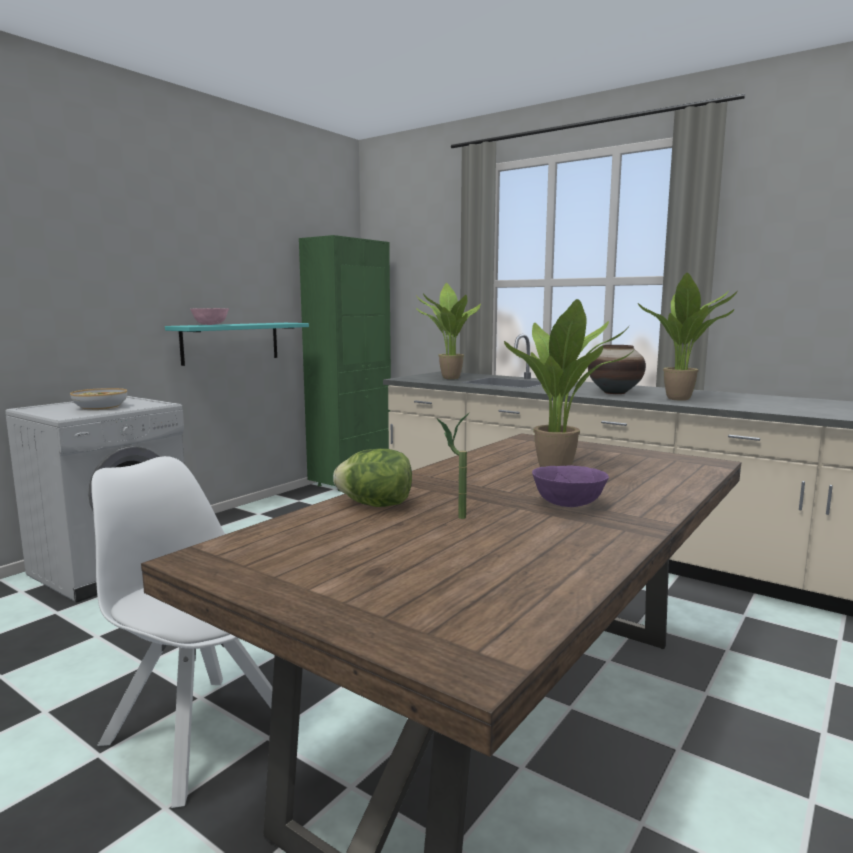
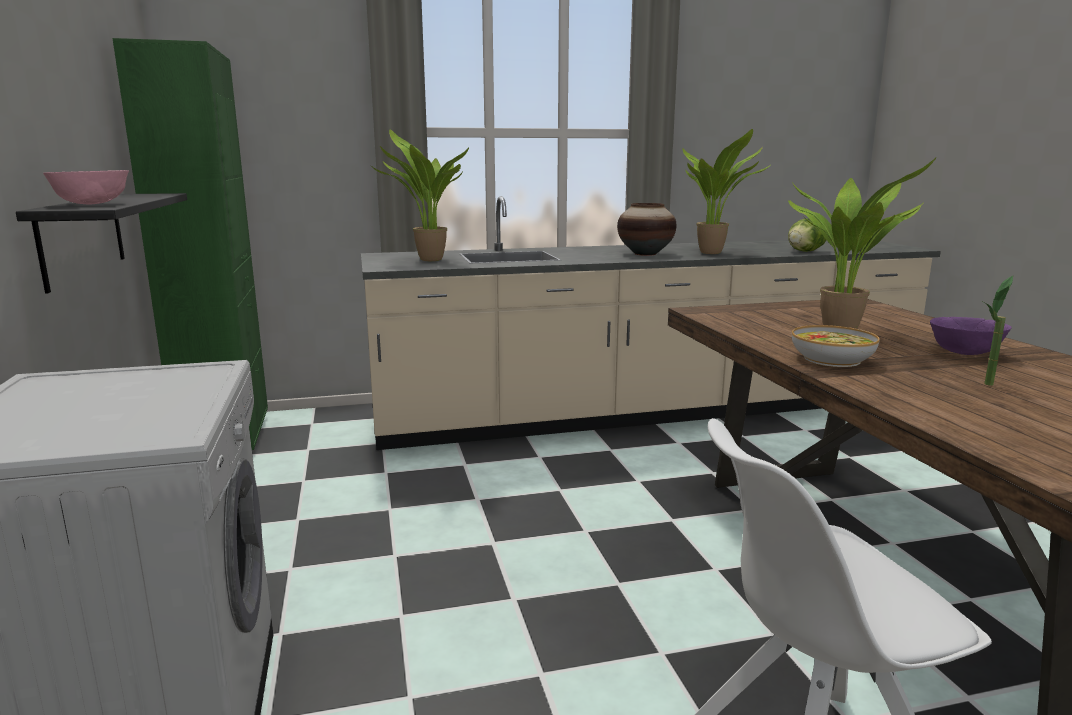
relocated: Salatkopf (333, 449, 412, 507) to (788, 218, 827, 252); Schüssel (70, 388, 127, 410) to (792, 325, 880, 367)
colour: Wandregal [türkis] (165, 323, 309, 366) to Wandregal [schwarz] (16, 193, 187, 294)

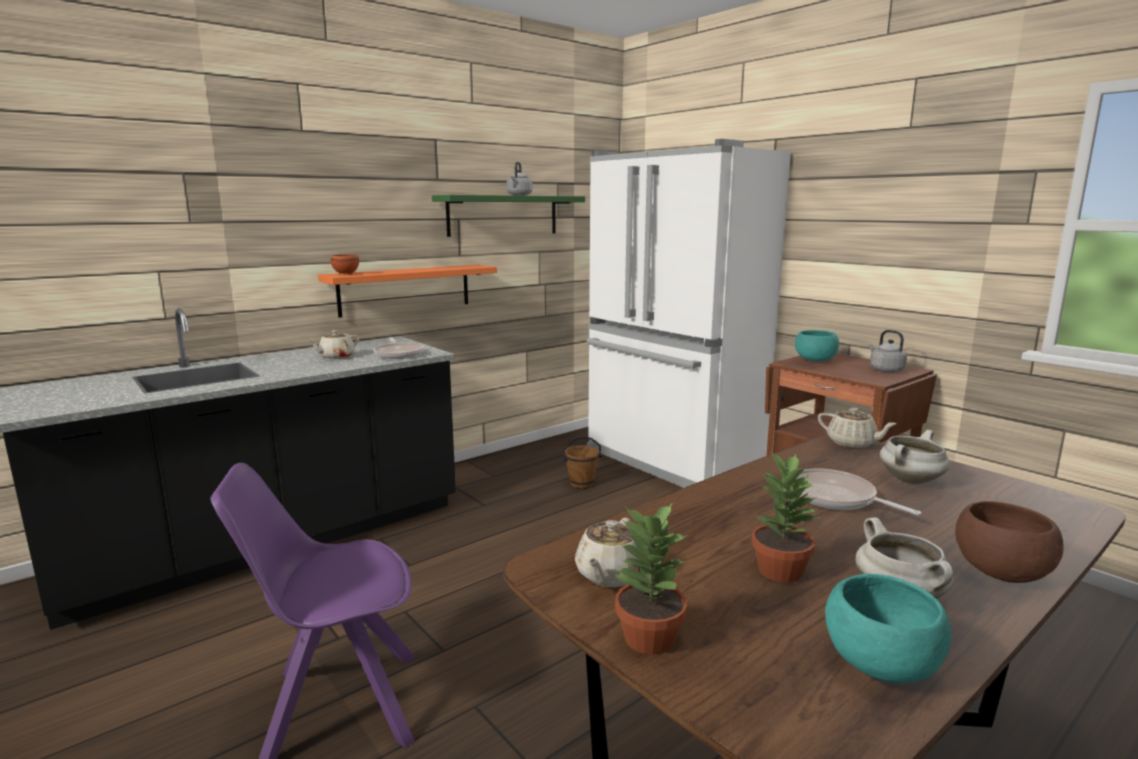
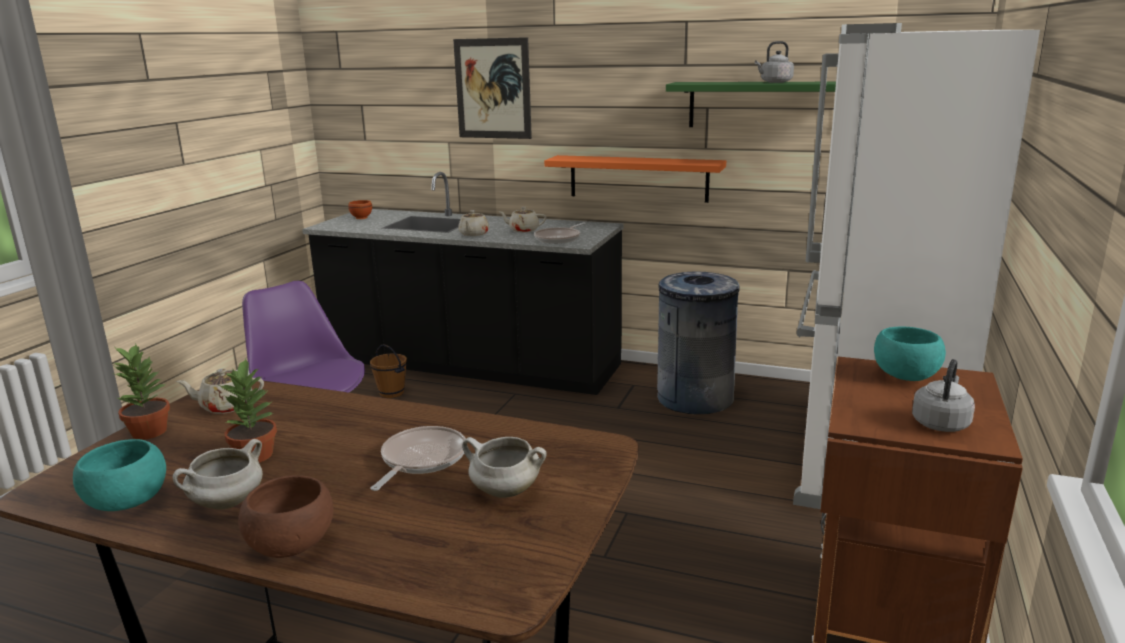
appeared: Bild (453, 37, 532, 139); Mülleimer [grau] (657, 271, 740, 414)
relocated: Schüssel [braun] (331, 255, 359, 275) to (348, 200, 372, 219); Eimer [braun] (562, 437, 602, 489) to (370, 344, 407, 398); Teekanne [beige] (818, 407, 897, 448) to (458, 210, 489, 236)

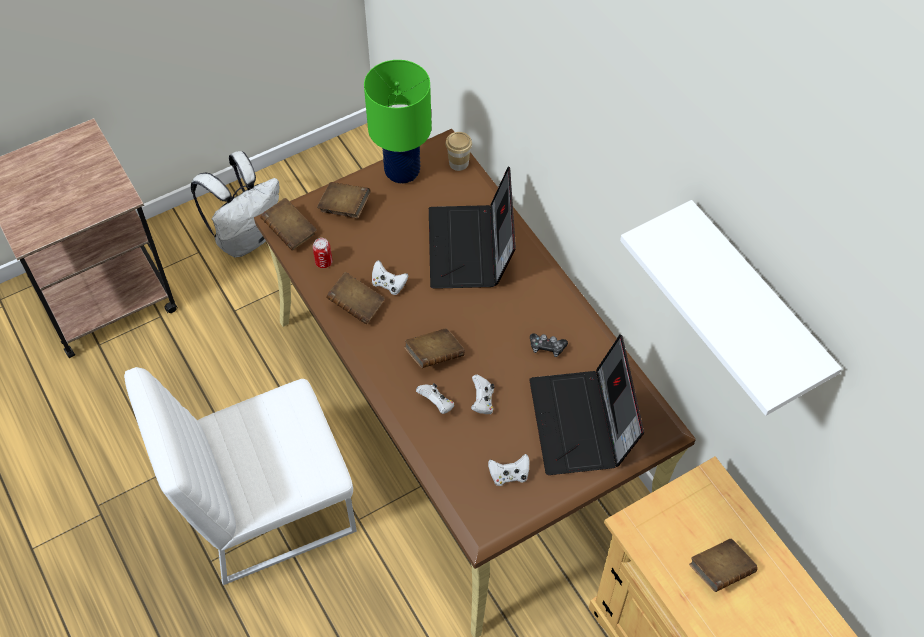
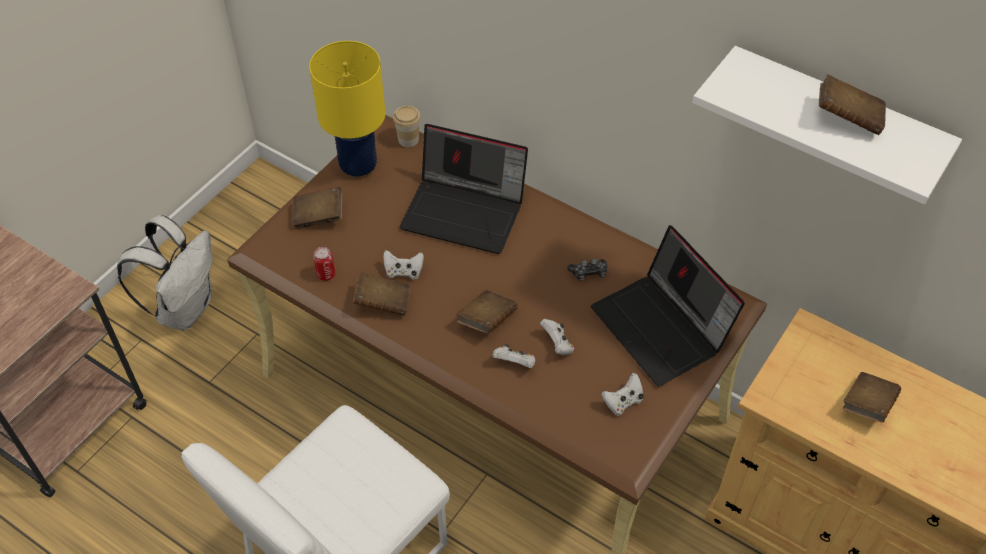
relocated: Buch [braun] (260, 198, 317, 250) to (819, 74, 886, 135)
colour: Tischlampe [grün] (364, 60, 432, 183) to Tischlampe [gelb] (309, 41, 386, 177)
spun: Laptop (429, 166, 516, 289) = (400, 124, 528, 254) 45 degrees counterclockwise

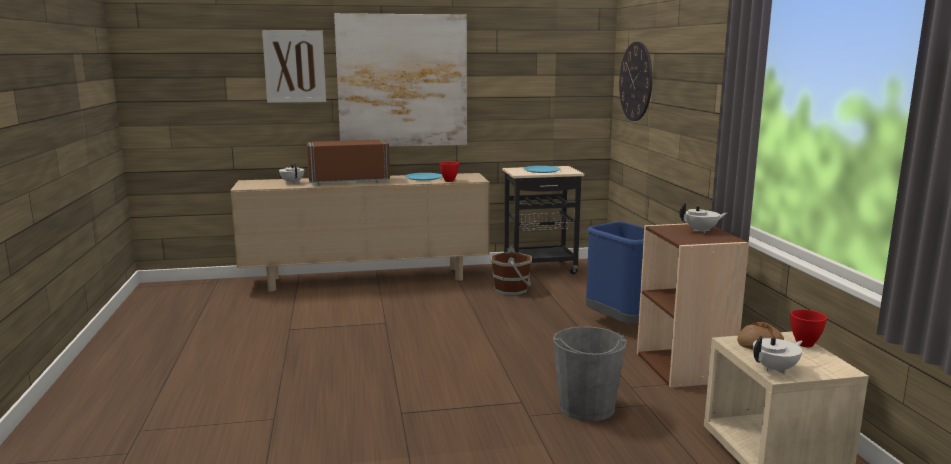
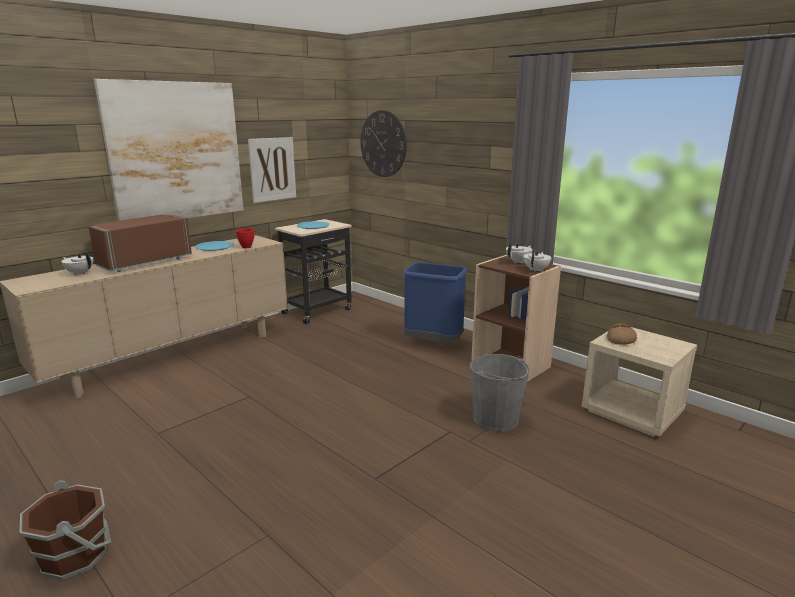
missing: Schüssel [rot] (790, 309, 827, 347)
relocated: Eimer [braun] (491, 247, 532, 295) to (20, 480, 111, 580); Bild (262, 30, 326, 103) to (248, 137, 296, 203); Teekanne [weiß] (753, 336, 803, 374) to (523, 250, 551, 272)

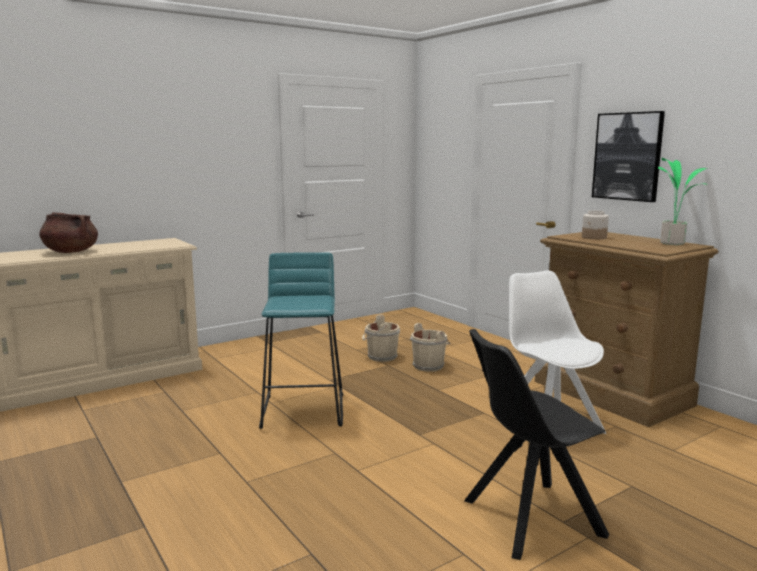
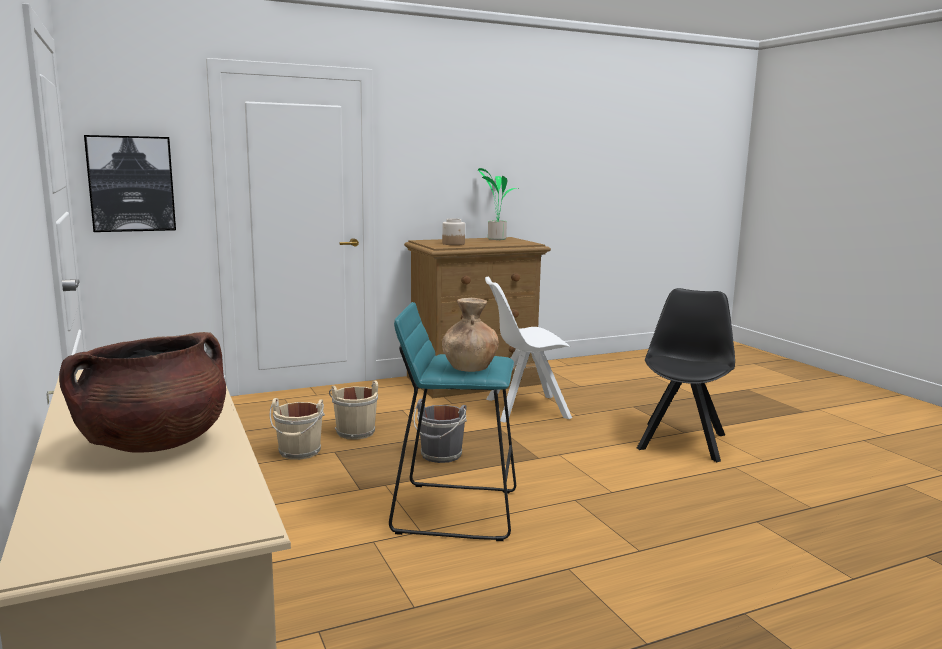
appeared: Eimer [grau] (414, 399, 467, 463); Vase [braun] (442, 298, 499, 372)
relocated: Bild (592, 111, 665, 202) to (84, 135, 176, 232)
spun: Stuhl [schwarz] (464, 329, 609, 560) = (637, 288, 735, 462) 150 degrees counterclockwise

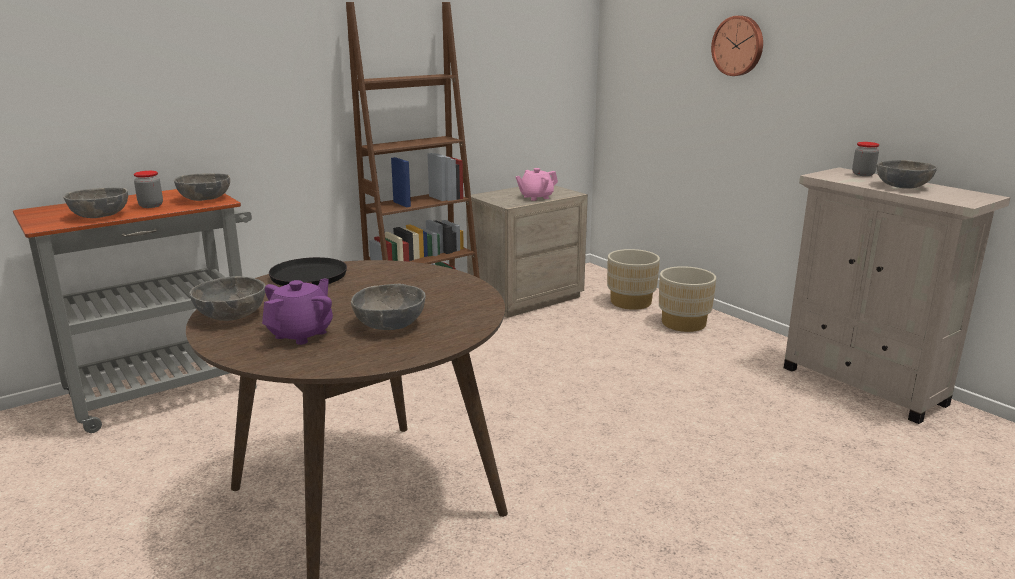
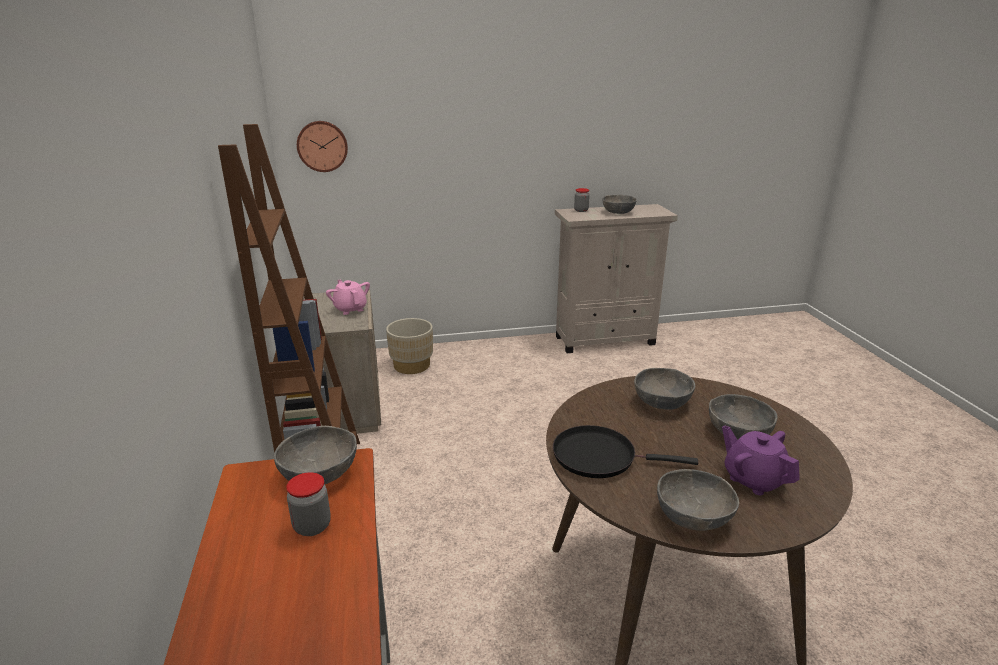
missing: Pflanzkübel [beige] (659, 266, 716, 332)
relocated: Wanduhr (711, 16, 763, 76) to (297, 121, 348, 172); Schüssel [grau] (63, 188, 128, 218) to (634, 368, 695, 410)
spun: Teekanne [rosa] (516, 168, 558, 201) = (326, 280, 370, 315) 150 degrees clockwise

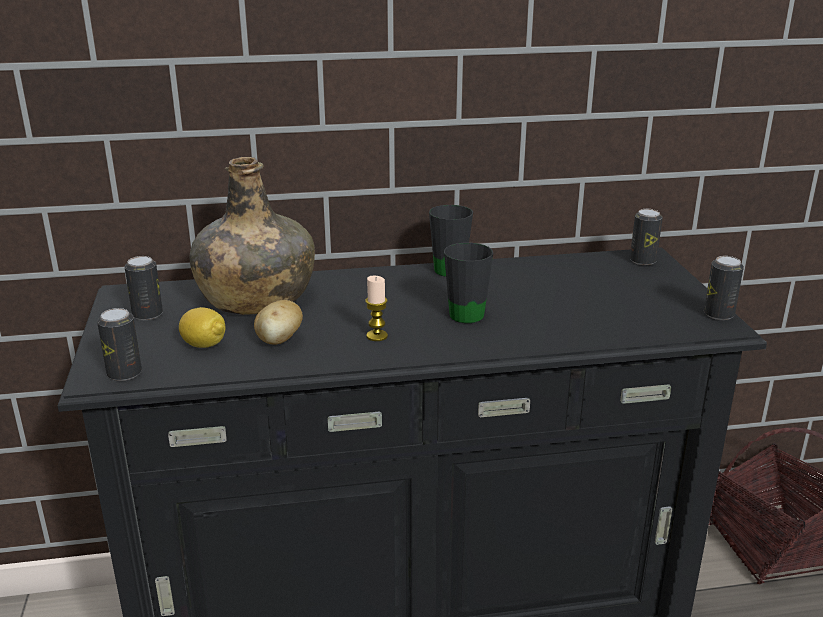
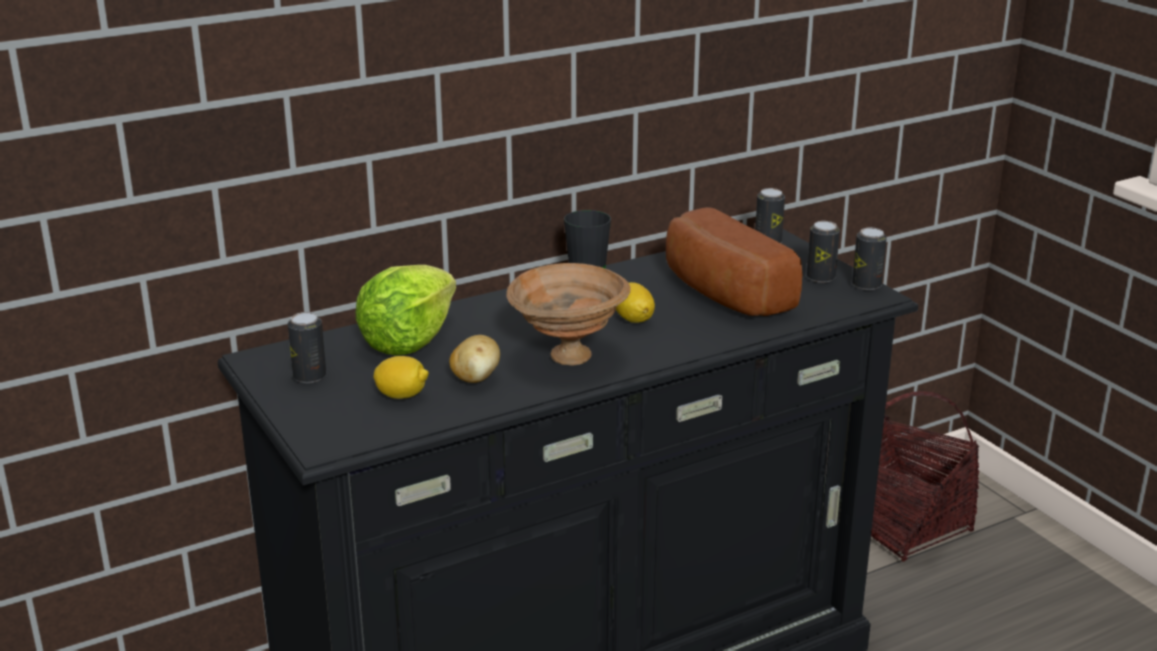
appeared: Brot (666, 207, 802, 316)
relocated: Dose (97, 308, 142, 381) to (807, 221, 840, 283)
exchanged: Flasche [grün] (189, 157, 315, 315) to Salatkopf (356, 265, 456, 356); Kerze (365, 276, 388, 341) to Schüssel [braun] (506, 263, 631, 366); Henkelbecher [schwarz] (444, 243, 493, 323) to Zitrone (616, 282, 655, 323)

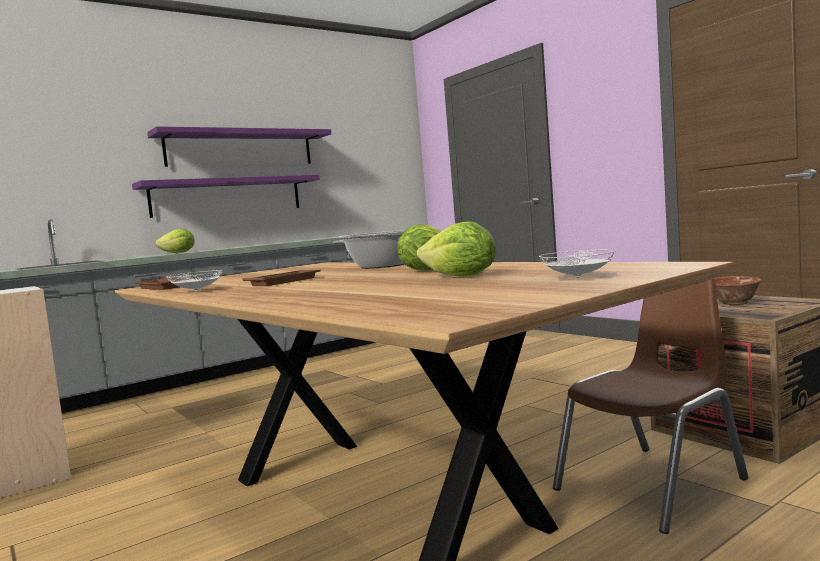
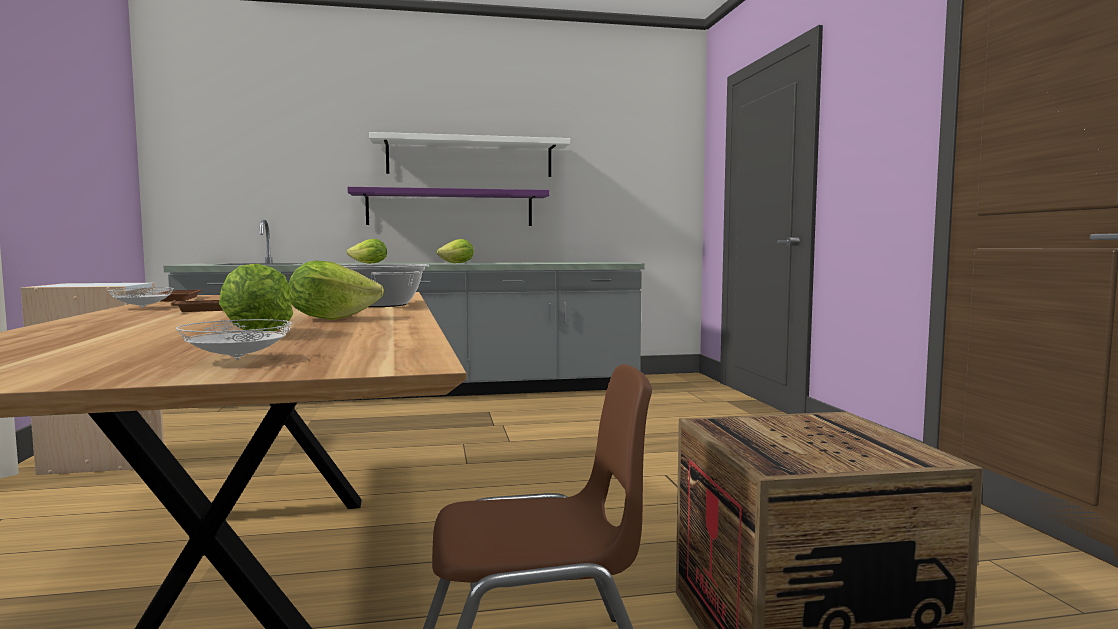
missing: Schüssel (715, 276, 761, 305)
appeared: Salatkopf (437, 239, 474, 263)
colour: Wandregal [lila] (147, 126, 332, 167) to Wandregal [weiß] (369, 132, 570, 177)

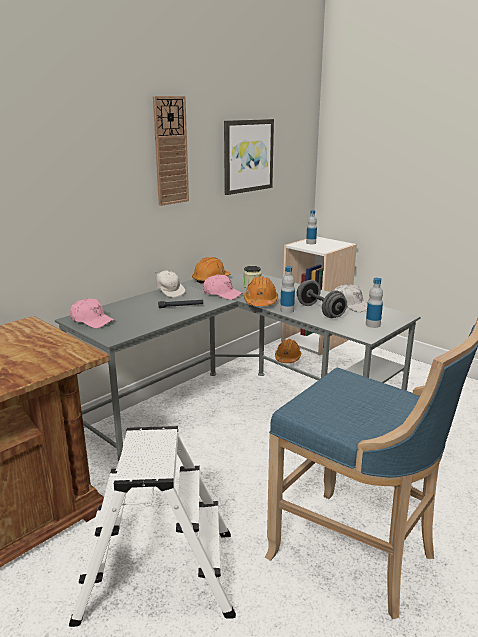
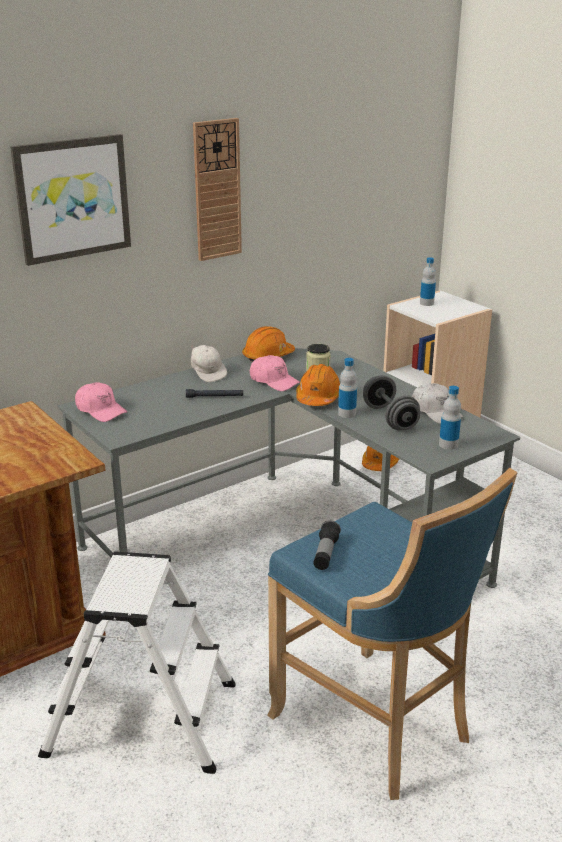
appeared: Taschenlampe (313, 520, 341, 570)
relocated: Bild (224, 119, 274, 195) to (10, 134, 131, 266)

